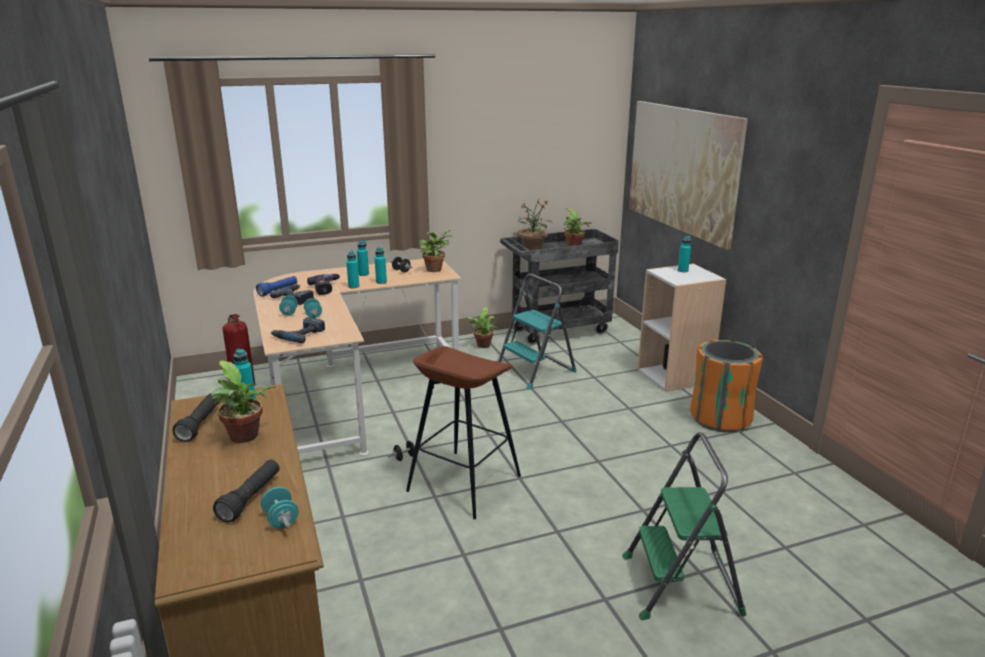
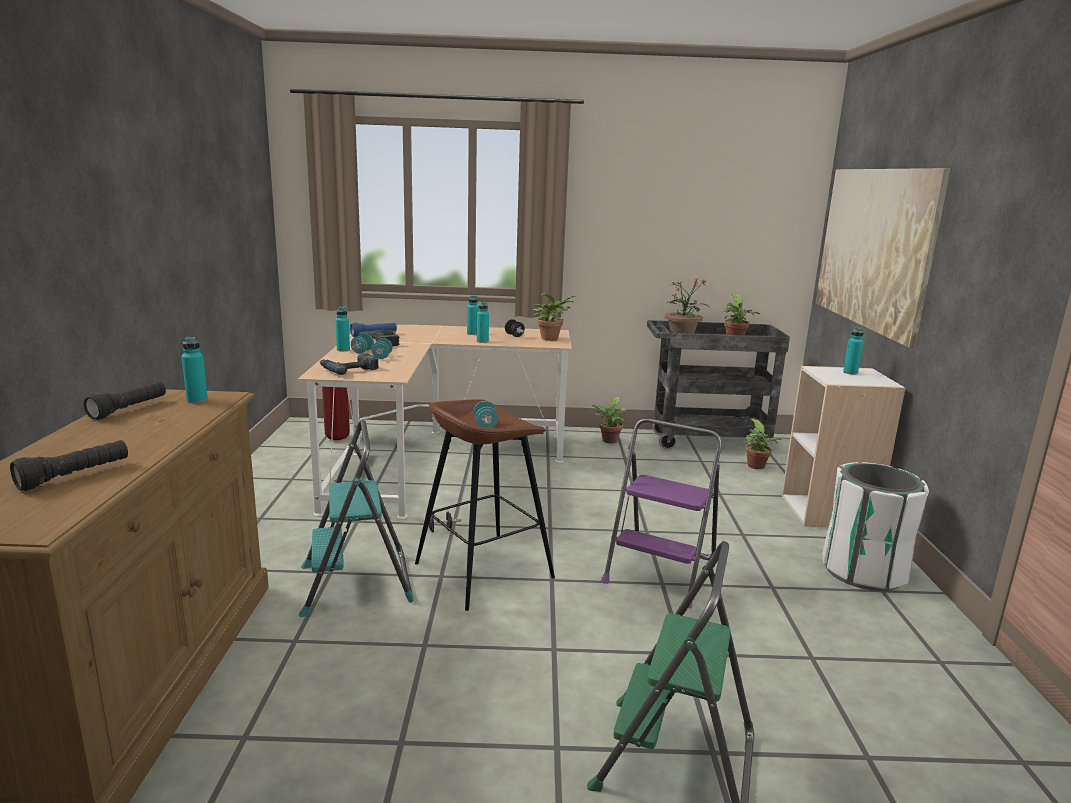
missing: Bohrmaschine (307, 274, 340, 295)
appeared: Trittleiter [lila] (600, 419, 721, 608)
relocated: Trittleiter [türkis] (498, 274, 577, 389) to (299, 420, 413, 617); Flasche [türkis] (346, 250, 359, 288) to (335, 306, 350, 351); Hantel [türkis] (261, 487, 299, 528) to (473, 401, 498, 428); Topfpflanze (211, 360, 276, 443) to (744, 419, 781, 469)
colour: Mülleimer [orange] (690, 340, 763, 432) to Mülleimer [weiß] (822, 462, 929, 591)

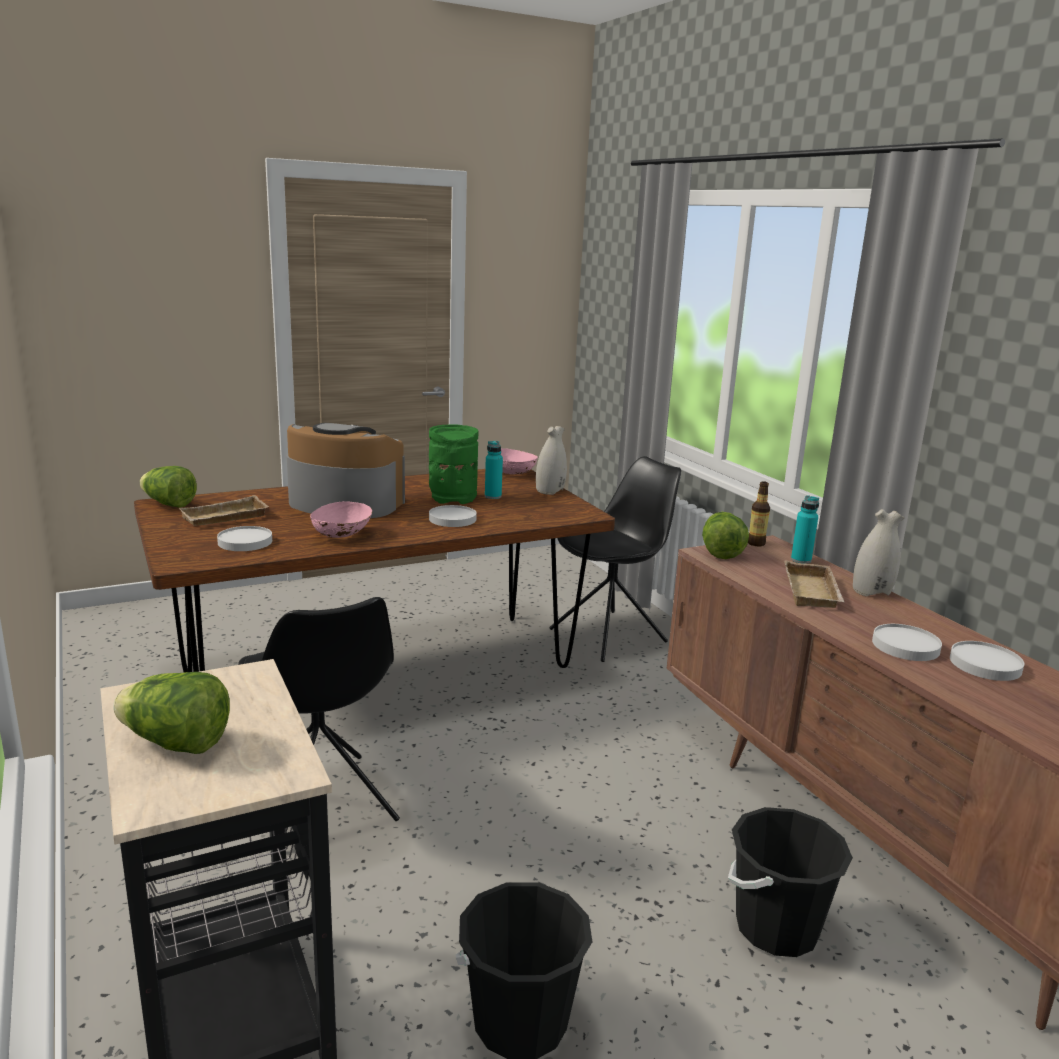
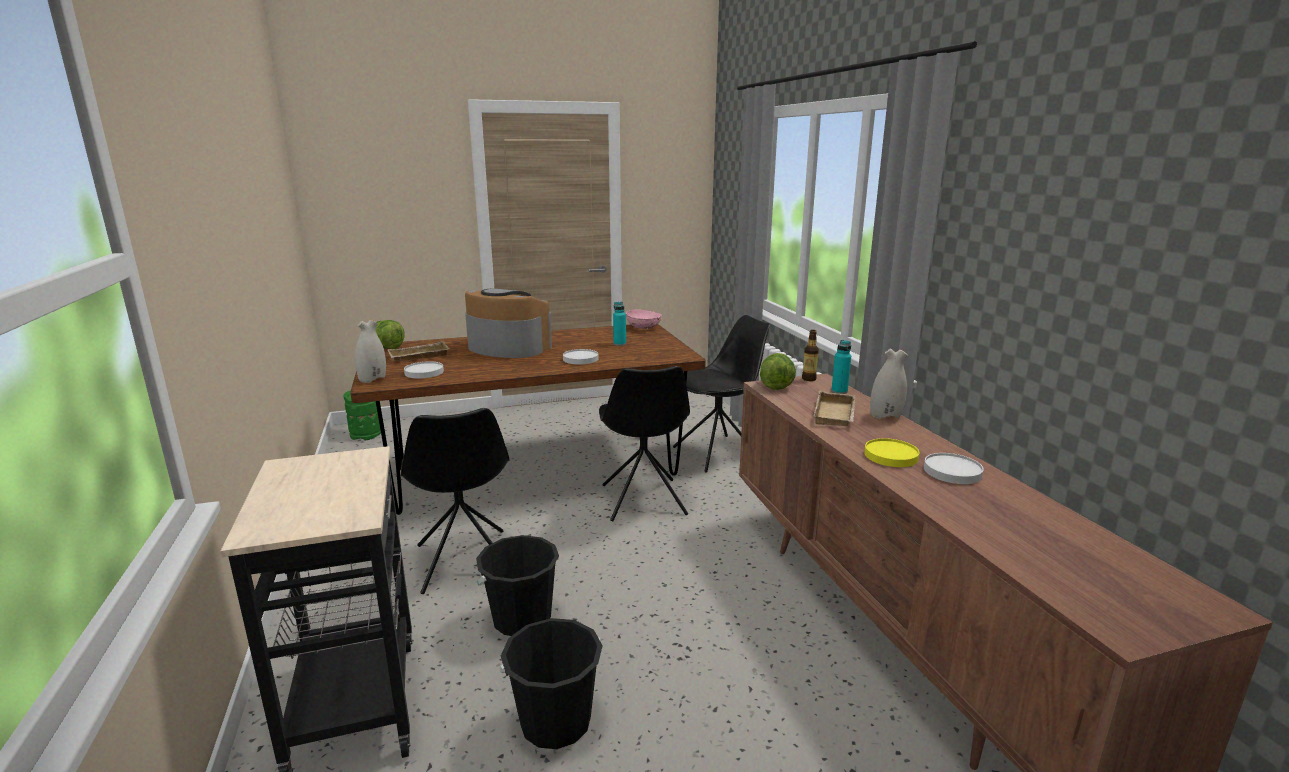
missing: Salatkopf (113, 672, 230, 754); Schüssel [rosa] (310, 502, 372, 538)
appeared: Stuhl [schwarz] (599, 366, 690, 521)
relocated: Vase [grün] (429, 424, 478, 504) to (343, 390, 381, 440); Vase [weiß] (536, 426, 567, 495) to (355, 320, 386, 383); Eimer [schwarz] (728, 807, 853, 957) to (476, 535, 559, 636)
colour: Teller [weiß] (872, 624, 942, 661) to Teller [gelb] (864, 438, 920, 467)

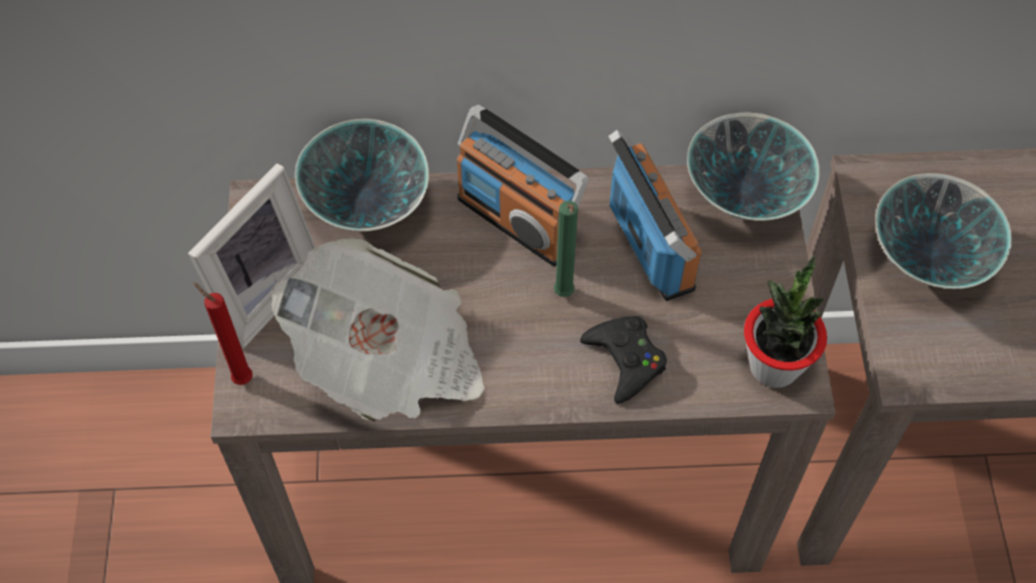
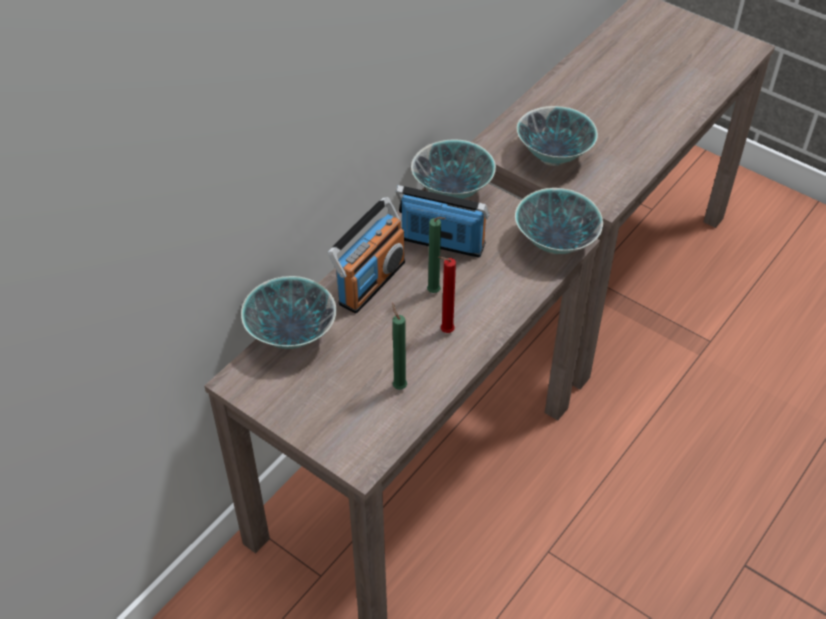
missing: Bilderrahmen (188, 163, 315, 349); Gamepad [schwarz] (580, 316, 667, 404)
relocated: Kerze [rot] (193, 282, 253, 385) to (438, 256, 456, 333)
exchanged: Zeitung (271, 238, 485, 421) to Kerze [grün] (392, 303, 407, 390); Topfpflanze (744, 256, 827, 388) to Schüssel (515, 188, 603, 254)
spun: Radio (457, 105, 588, 266) = (328, 197, 405, 314) 45 degrees counterclockwise

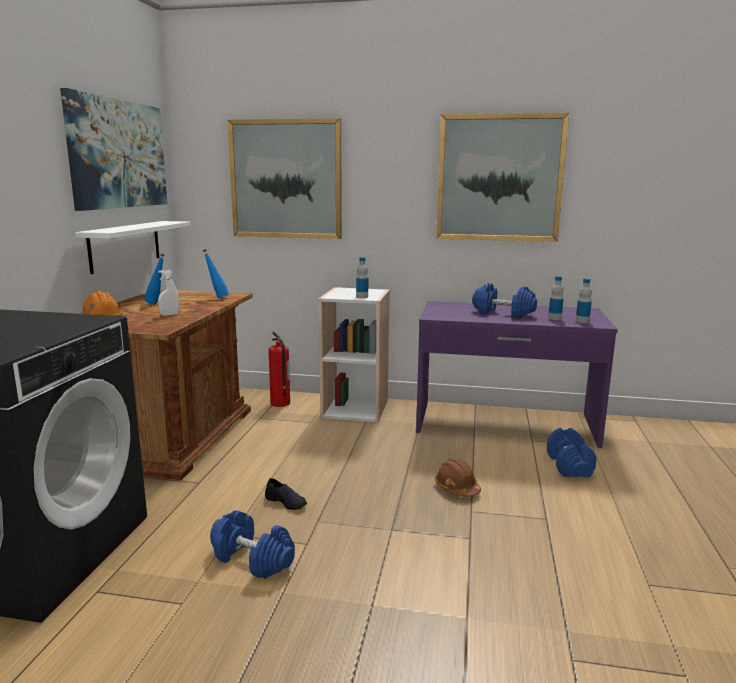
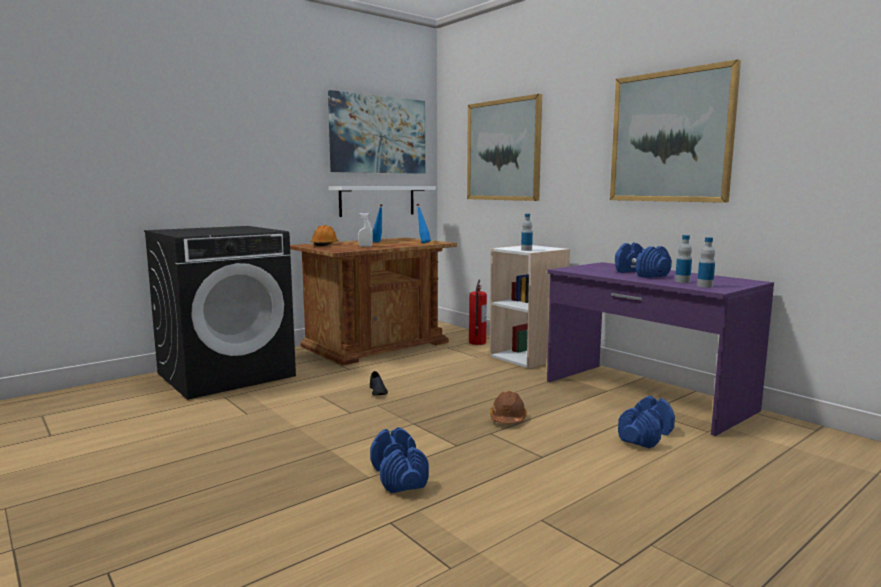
relocated: Hantel [blau] (210, 510, 295, 579) to (370, 427, 429, 493)

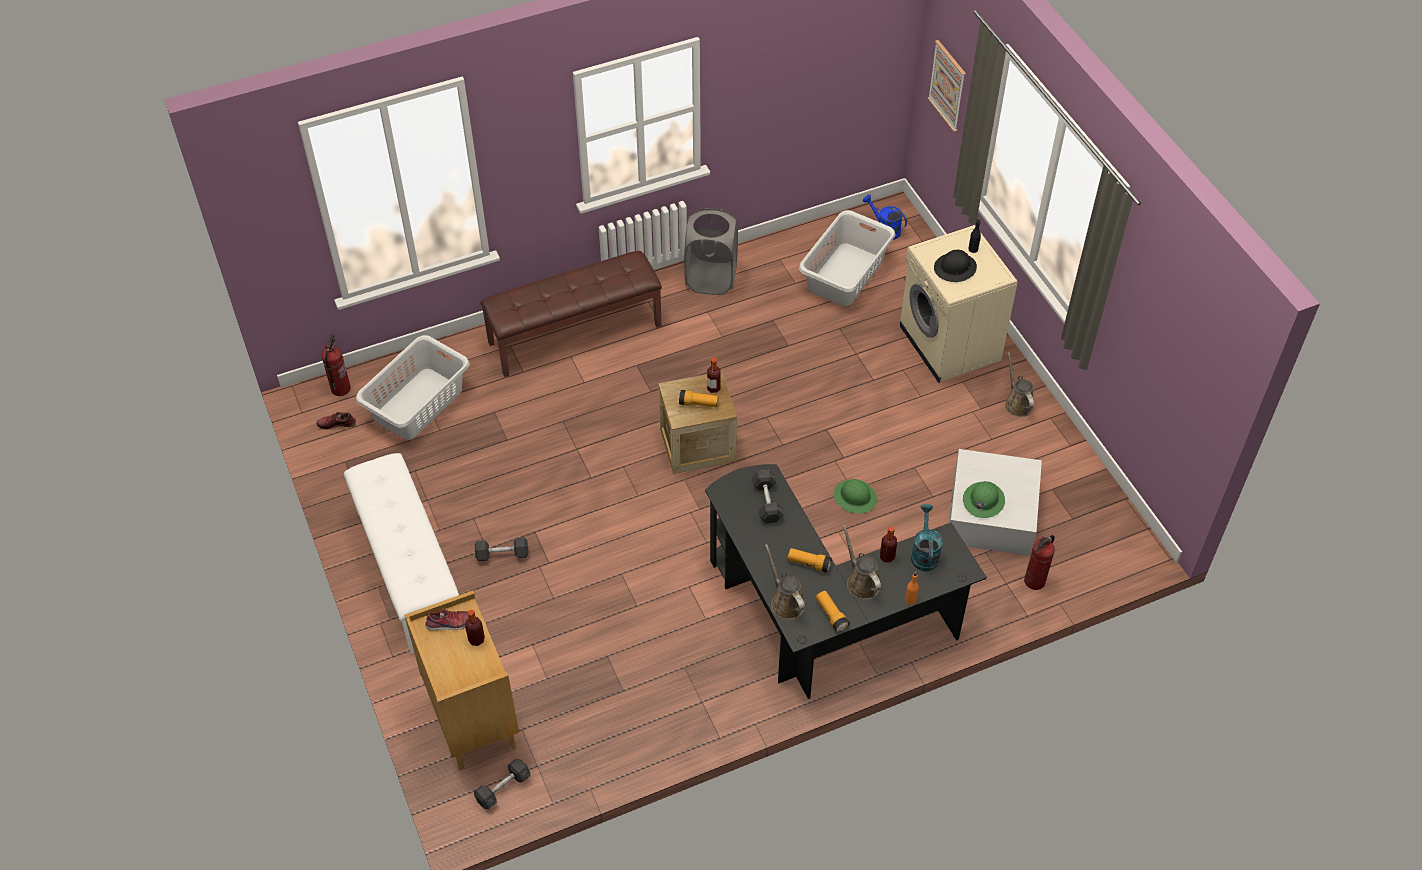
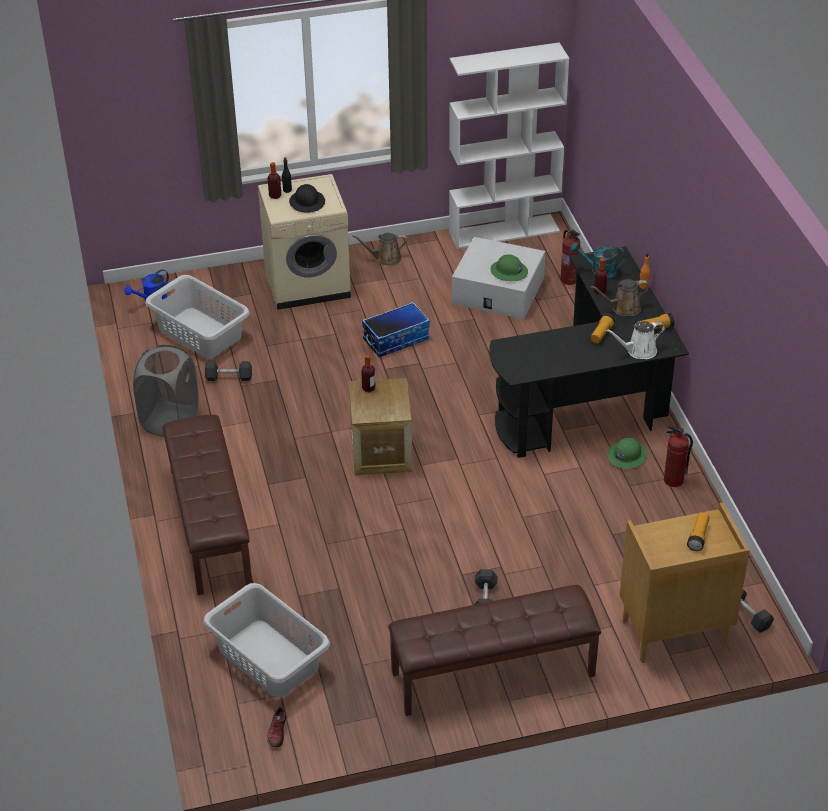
missing: Schuh (425, 608, 468, 631); Bild (927, 40, 966, 132)
appeared: Aufbewahrungsbox (362, 302, 430, 357); Bücherregal [weiß] (449, 42, 569, 249)
relocated: Hantel [grau] (752, 470, 784, 523) to (205, 361, 252, 381); Flasche (465, 610, 485, 646) to (268, 162, 281, 199); Schutzhelm [grün] (834, 479, 877, 513) to (607, 438, 648, 469); Feuerlöscher (322, 334, 351, 396) to (664, 424, 693, 487); Taschenlampe (679, 390, 718, 407) to (687, 512, 709, 551)
colour: Bank [weiß] (344, 453, 459, 654) to Bank [braun] (388, 585, 601, 716); Gießkanne [braun] (765, 544, 805, 620) to Gießkanne [weiß] (606, 321, 665, 359)

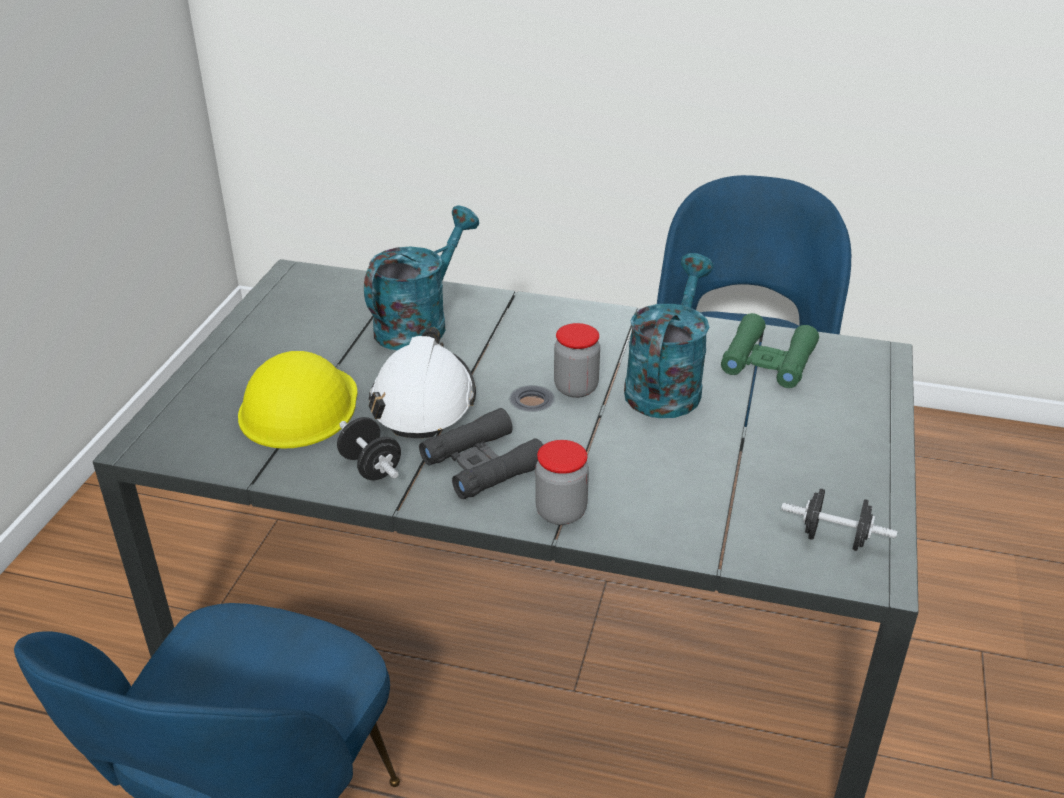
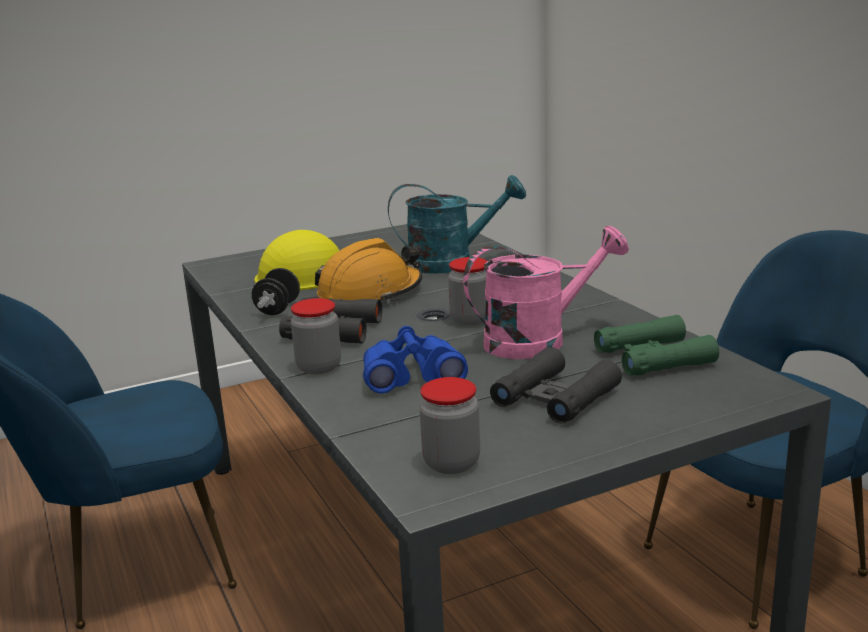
appeared: Fernglas [blau] (363, 326, 468, 393); Fernglas [schwarz] (490, 347, 622, 423)
exchanged: Hantel [schwarz] (781, 489, 897, 551) to Vorratsglas (419, 377, 480, 474)
colour: Schutzhelm [weiß] (369, 327, 476, 438) to Schutzhelm [orange] (315, 238, 422, 303); Gießkanne [türkis] (624, 253, 714, 418) to Gießkanne [rosa] (463, 226, 629, 359)

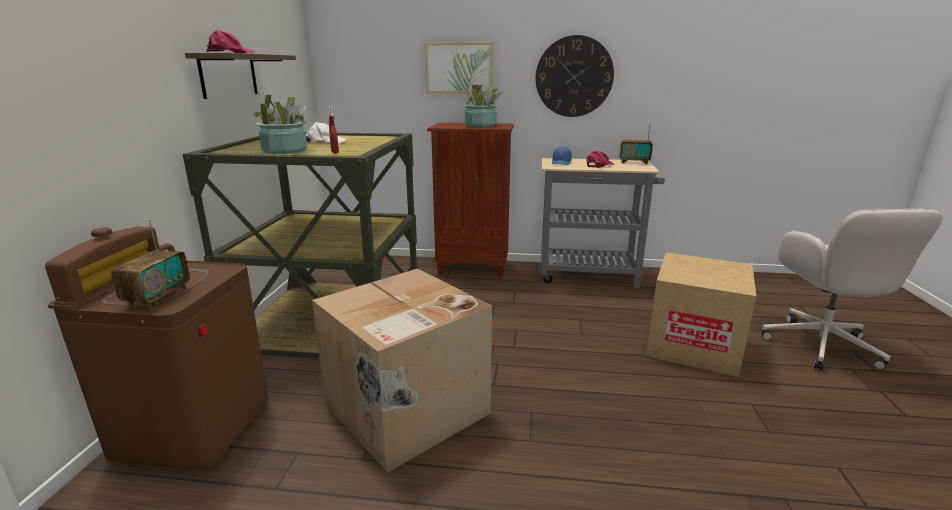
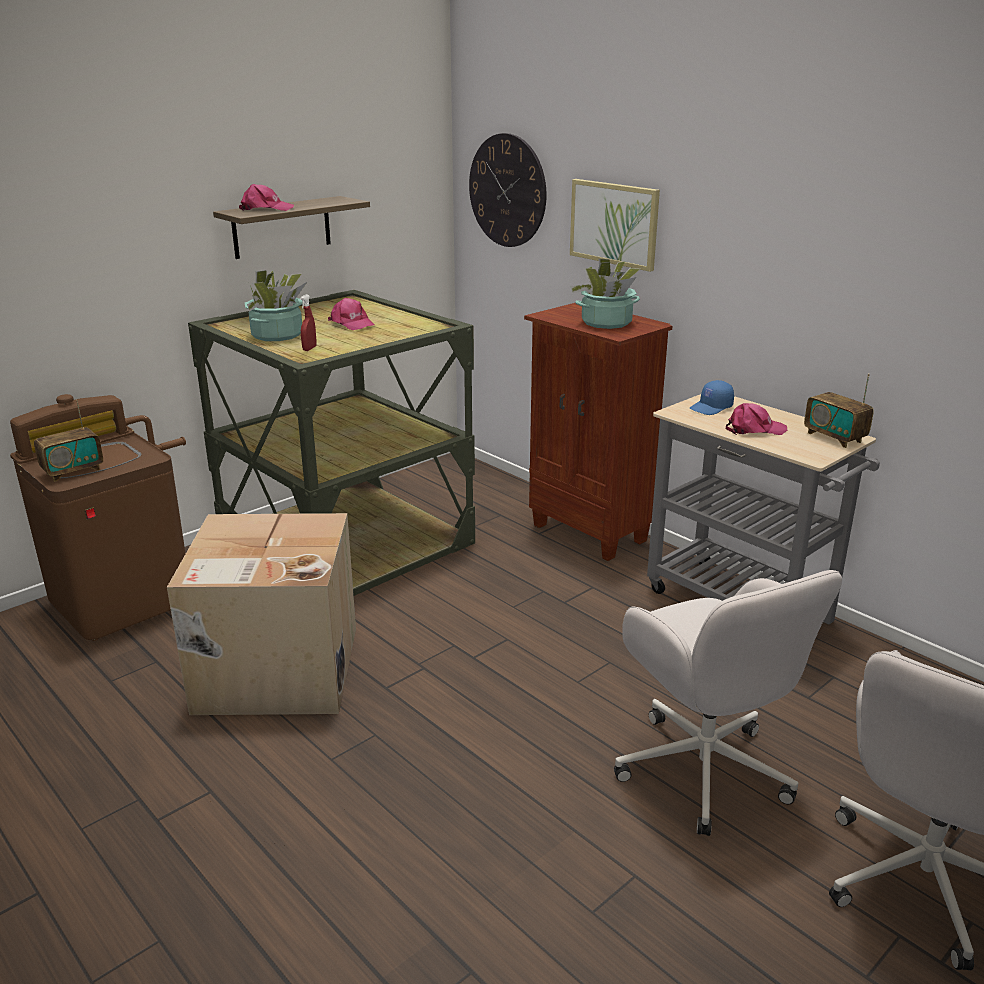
relocated: Wanduhr (535, 35, 614, 117) to (469, 133, 546, 247)
exchanged: Karton (646, 252, 756, 377) to Bürostuhl [weiß] (614, 570, 842, 836)
colour: Kappe [weiß] (306, 122, 348, 143) to Kappe [rosa] (328, 298, 376, 330)

